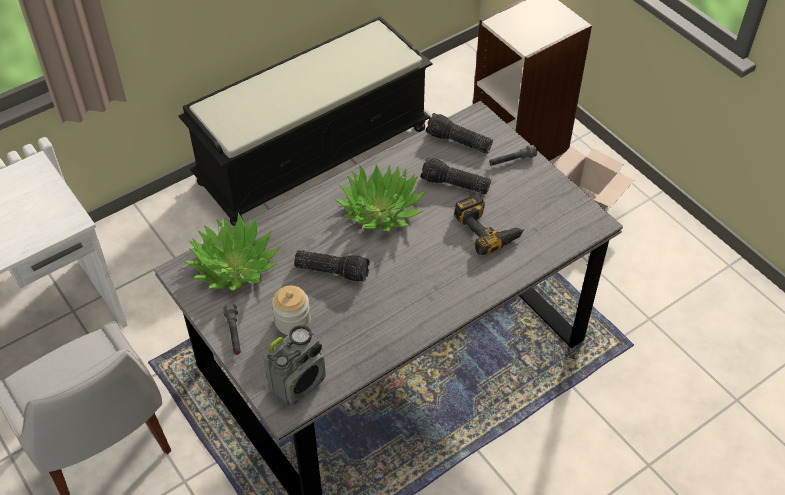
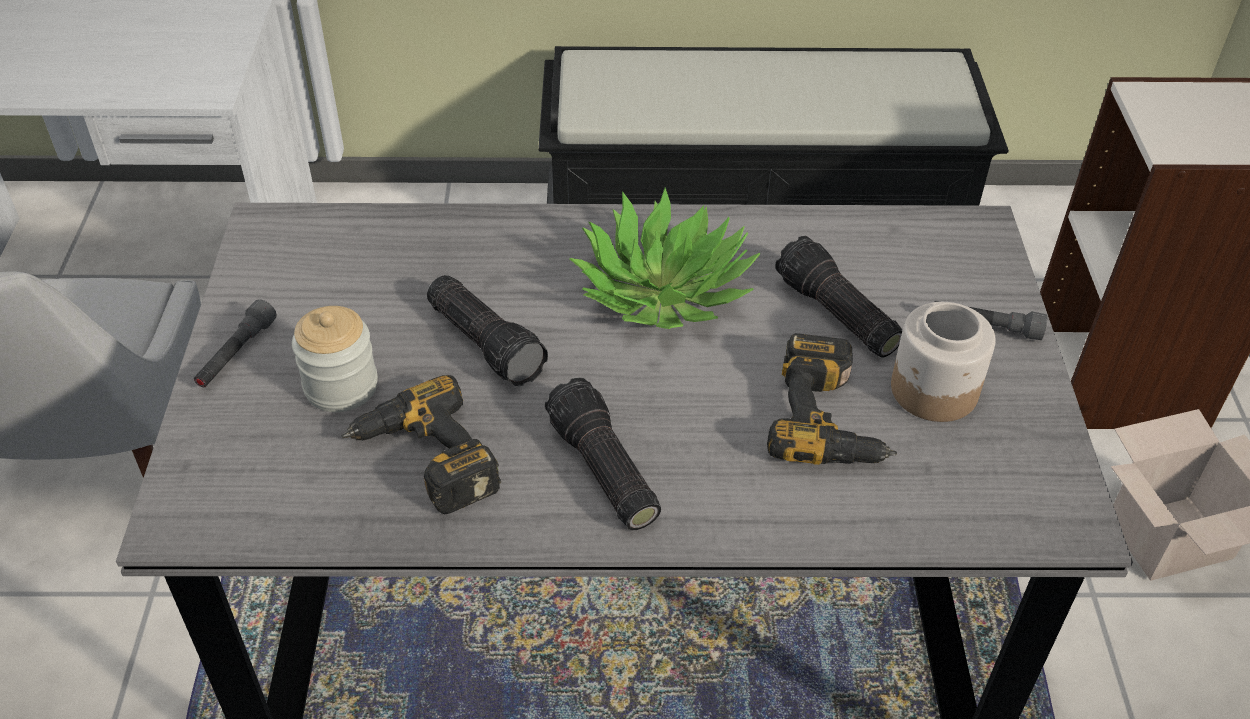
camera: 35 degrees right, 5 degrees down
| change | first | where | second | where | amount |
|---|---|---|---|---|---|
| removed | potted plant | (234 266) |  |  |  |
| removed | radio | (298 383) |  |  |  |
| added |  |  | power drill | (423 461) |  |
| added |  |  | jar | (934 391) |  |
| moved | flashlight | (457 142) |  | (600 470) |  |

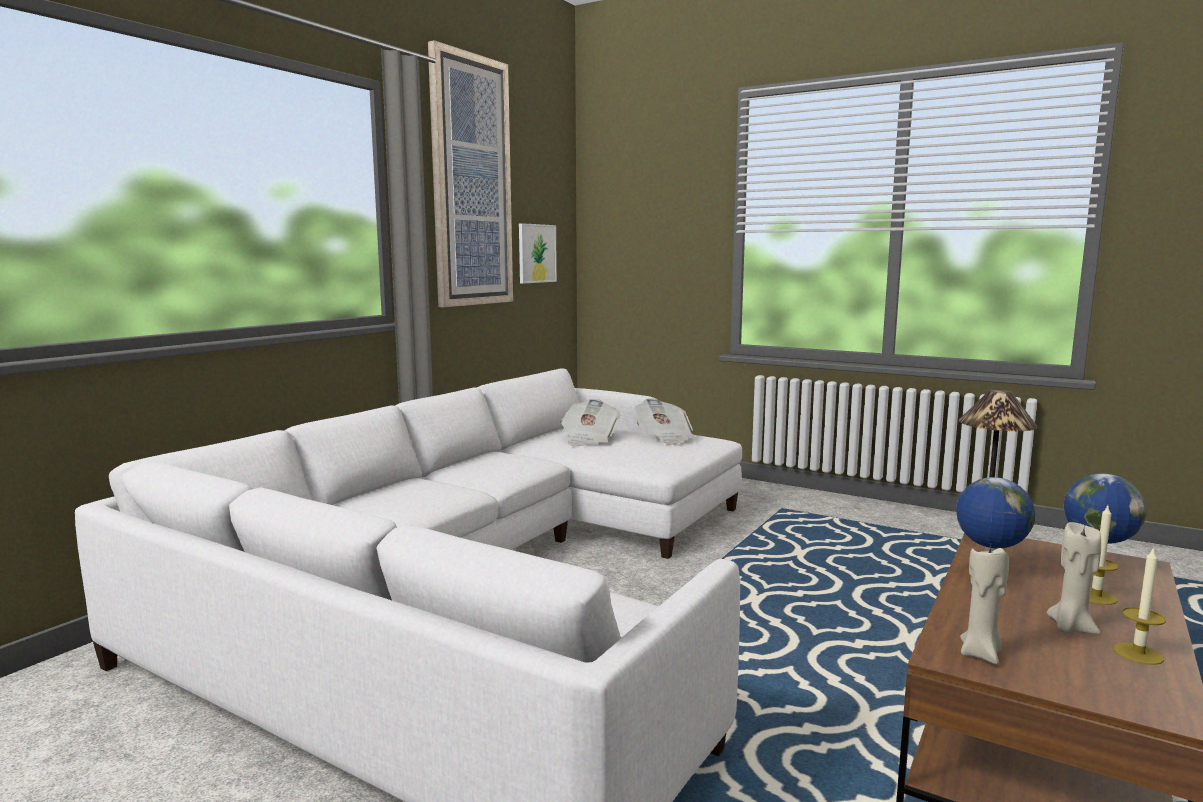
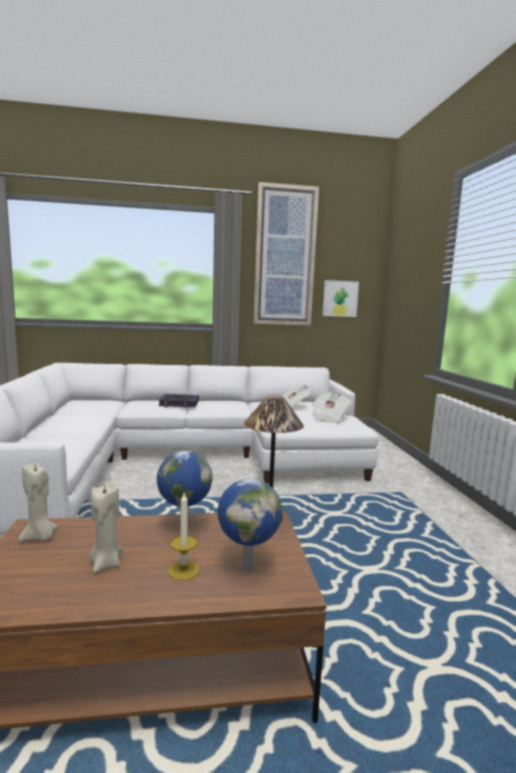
camera: 50 degrees right, 0 degrees up
| change | first | where | second | where | amount |
|---|---|---|---|---|---|
| removed | candle | (1138 653) |  |  |  |
| added |  |  | book | (179 404) |  |

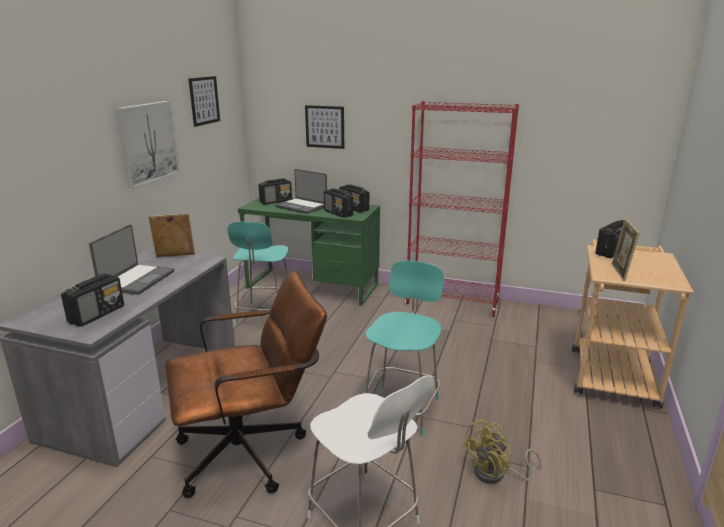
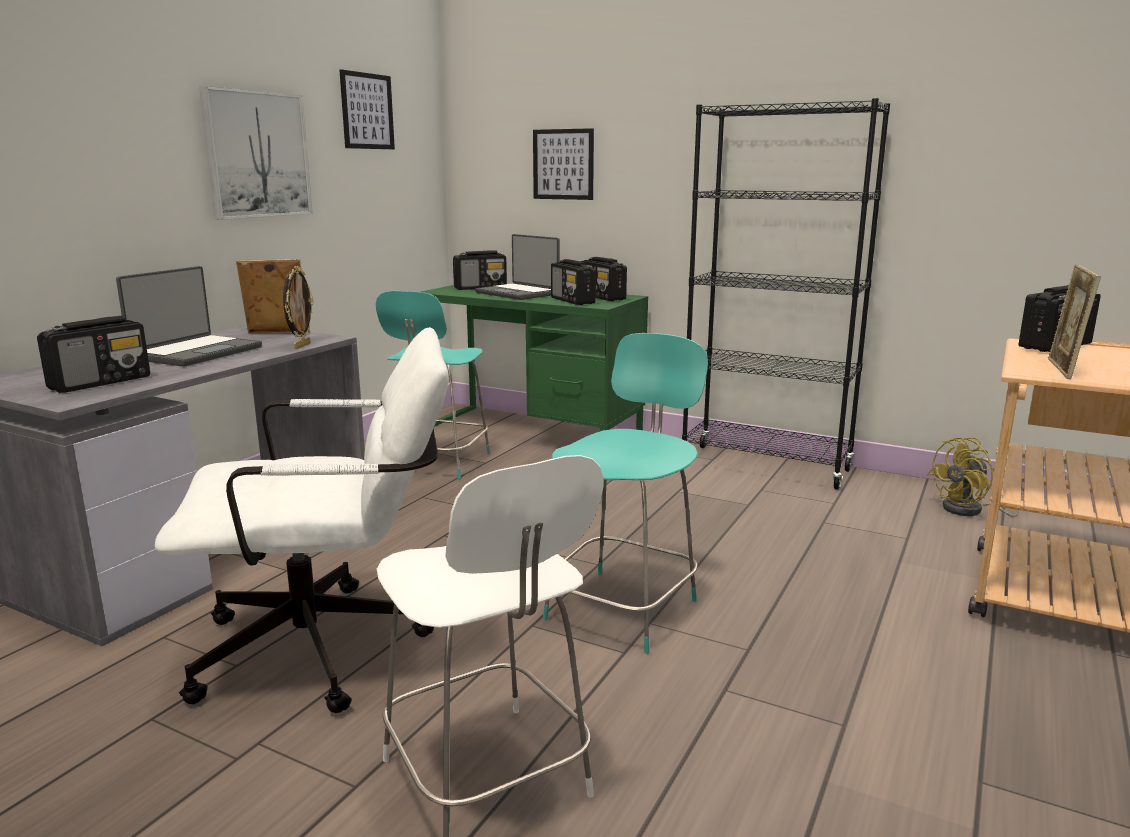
camera: 10 degrees right, 5 degrees down
| change | first | where | second | where | amount |
|---|---|---|---|---|---|
| added |  |  | picture frame | (301 346) |  |
| moved | yellow fan | (496 474) |  | (971 511) |  |
| recoloured | brown office chair | (252 451) | white office chair | (333 647) |  |
| recoloured | red bookcase | (452 303) | black bookcase | (765 467) |  |

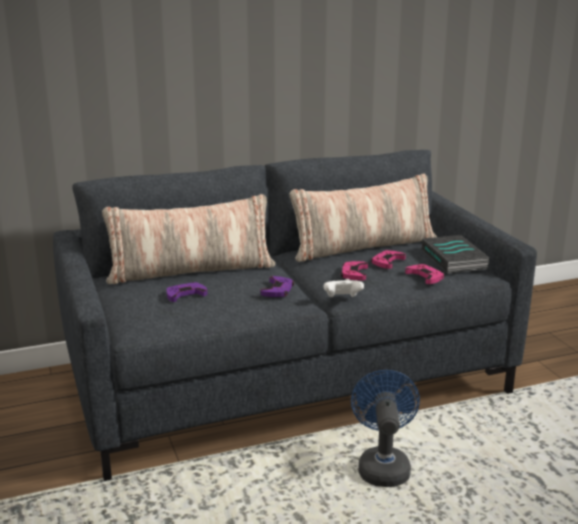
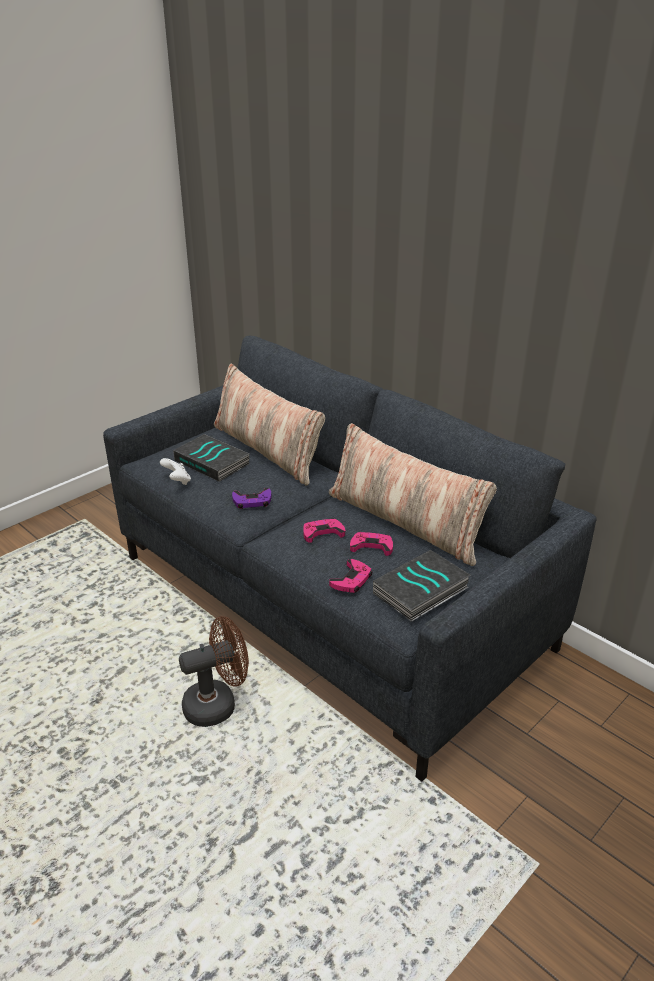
camera: 65 degrees right, 10 degrees up
| change | first | where | second | where | amount |
|---|---|---|---|---|---|
| moved | white game controller | (342 299) |  | (177 481) |  |
| replaced | purple game controller | (185 295) | book | (213 462) |  |
| recoloured | blue fan | (382 466) | brown fan | (218 704) |  |

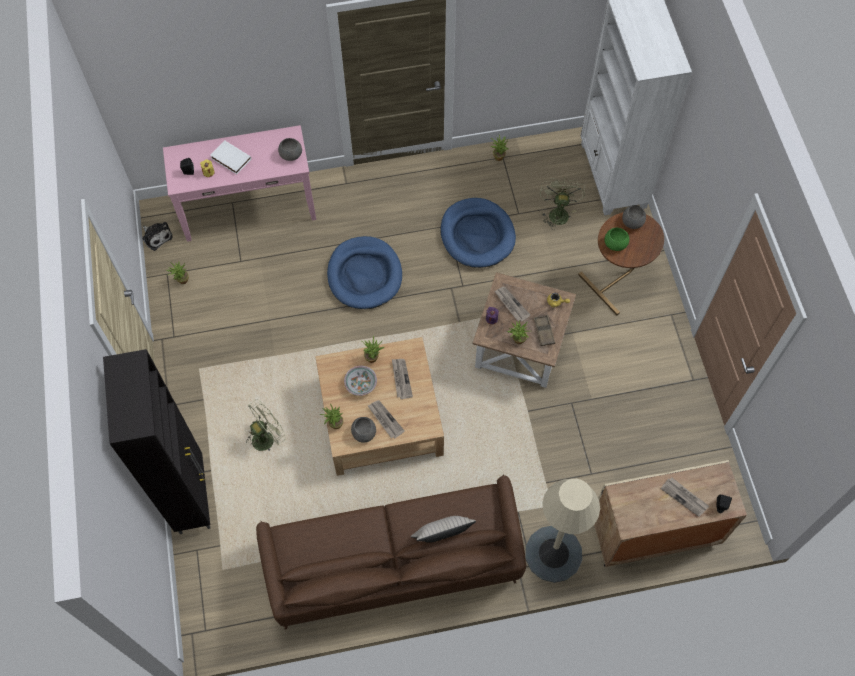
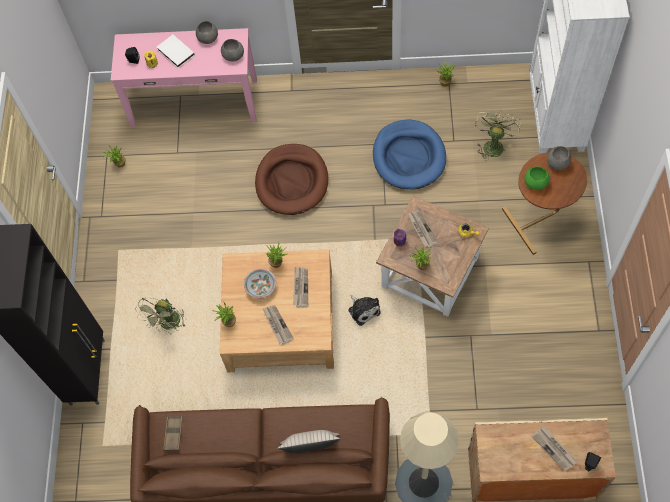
camera: 15 degrees right, 0 degrees up
| change | first | where | second | where | amount |
|---|---|---|---|---|---|
| moved | plush toy | (156 236) |  | (363 309) |  |
| moved | grey bowl | (364 433) |  | (208 38) |  |
| moved | brown tray | (544 331) |  | (173 434) |  |
| recoloured | blue dog bed | (364 275) | brown dog bed | (292 181) |  |
| turned | green fan | (266 437) |  | (168 325) | 135 degrees clockwise |

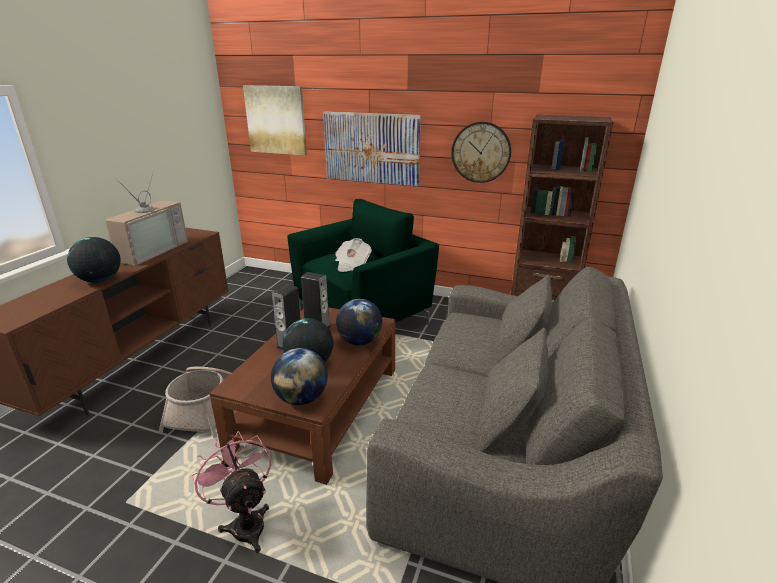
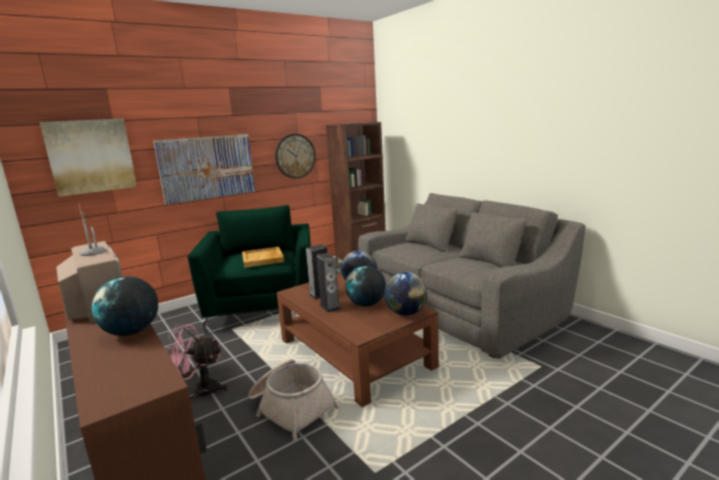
camera: 55 degrees left, 10 degrees down
| change | first | where | second | where | amount |
|---|---|---|---|---|---|
| moved | pink fan | (245 522) |  | (200 390) |  |
| replaced | newspaper | (352 265) | beige tray | (263 259) |  |

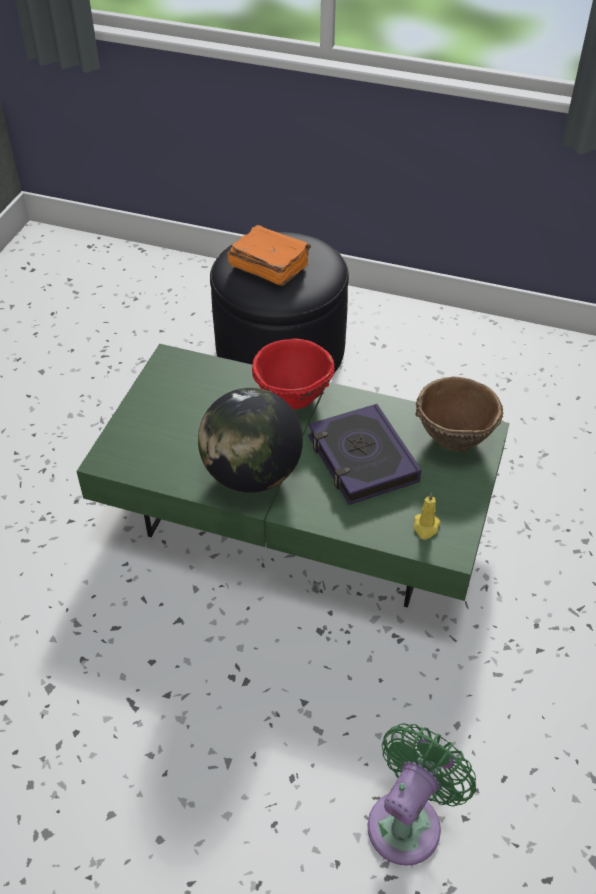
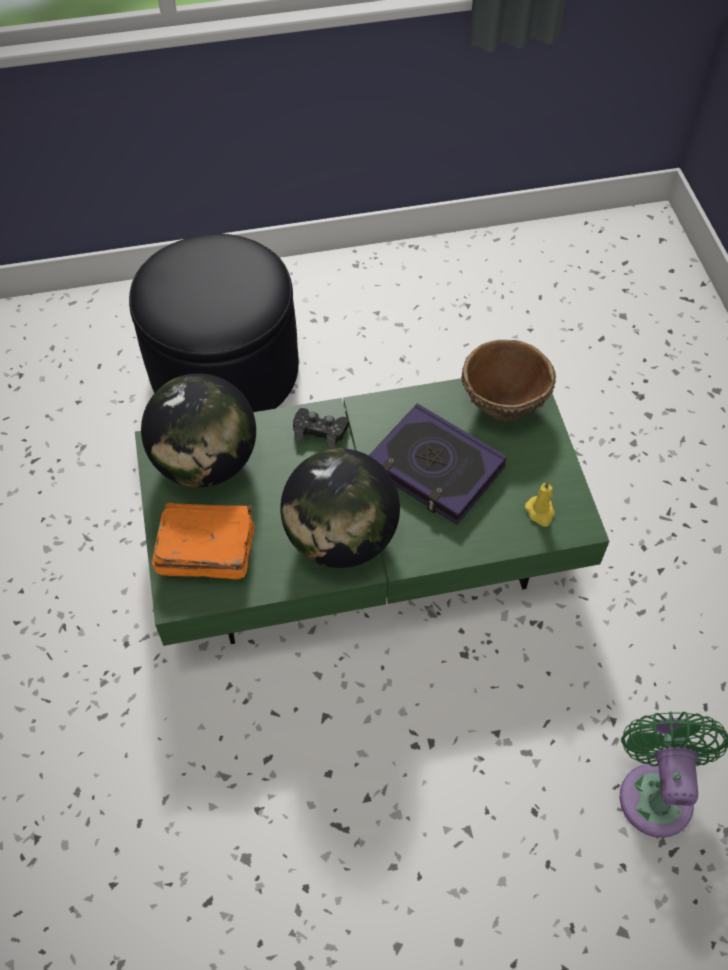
camera: 30 degrees left, 10 degrees up
| change | first | where | second | where | amount |
|---|---|---|---|---|---|
| added |  |  | globe | (206 462) |  |
| moved | orange book | (268 266) |  | (205 550) |  |
| replaced | red bowl | (292 396) | black game controller | (320 431) |  |

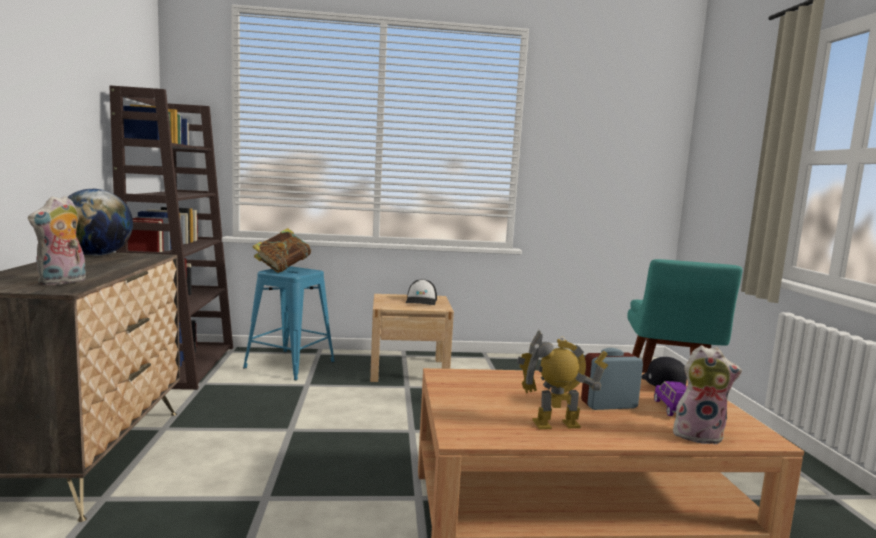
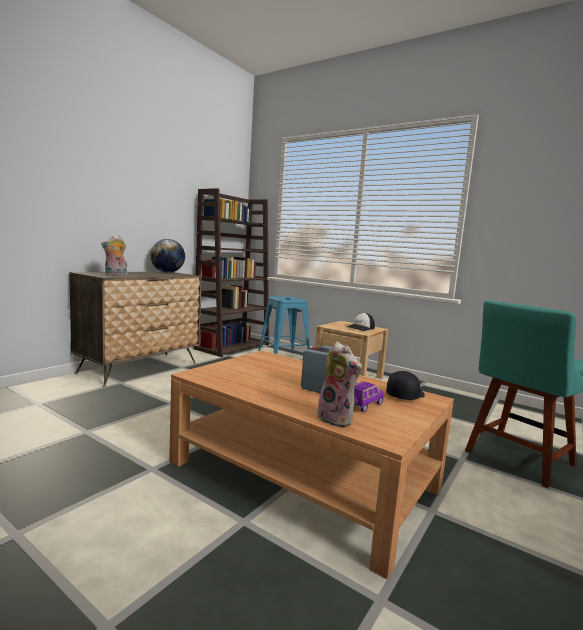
camera: 40 degrees right, 0 degrees up
| change | first | where | second | where | amount |
|---|---|---|---|---|---|
| removed | book | (282 269) |  |  |  |
| removed | toy robot | (556 424) |  |  |  |

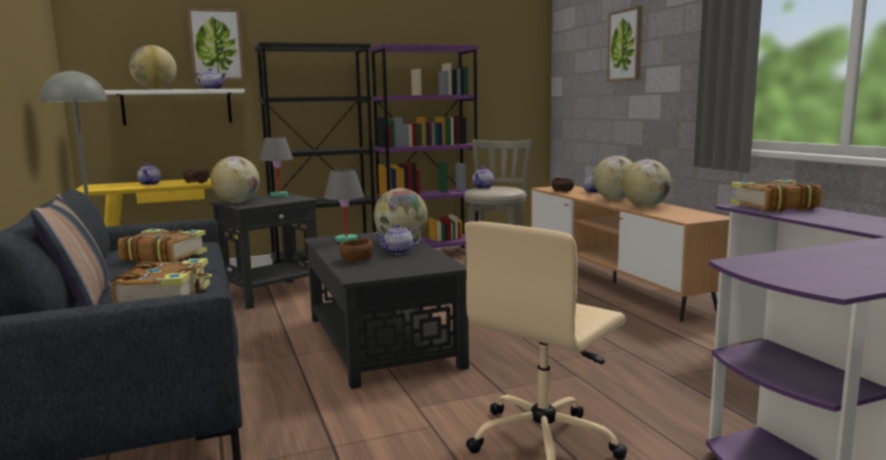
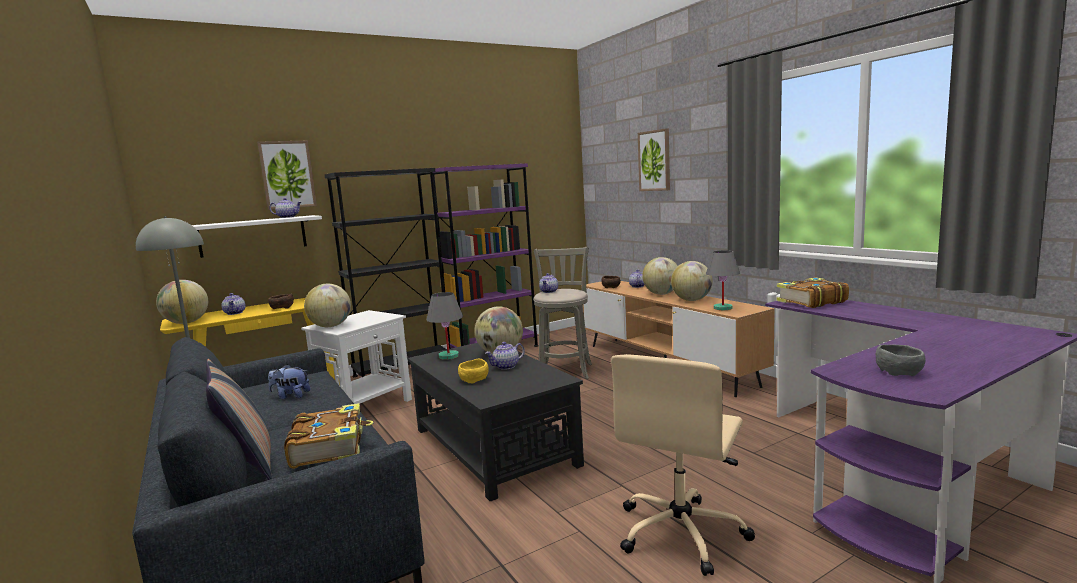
camera: 10 degrees left, 0 degrees up
| change | first | where | second | where | amount |
|---|---|---|---|---|---|
| added |  |  | grey bowl | (899 371) |  |
| moved | globe | (155 89) |  | (186 323) |  |
| moved | grey table lamp | (278 195) |  | (722 308) |  |
| replaced | book | (164 256) | plush toy | (291 396) |  |
| recoloured | black side table | (272 293) | white side table | (366 406) |  |
| recoloured | brown bowl | (356 260) | yellow bowl | (473 380) |  |

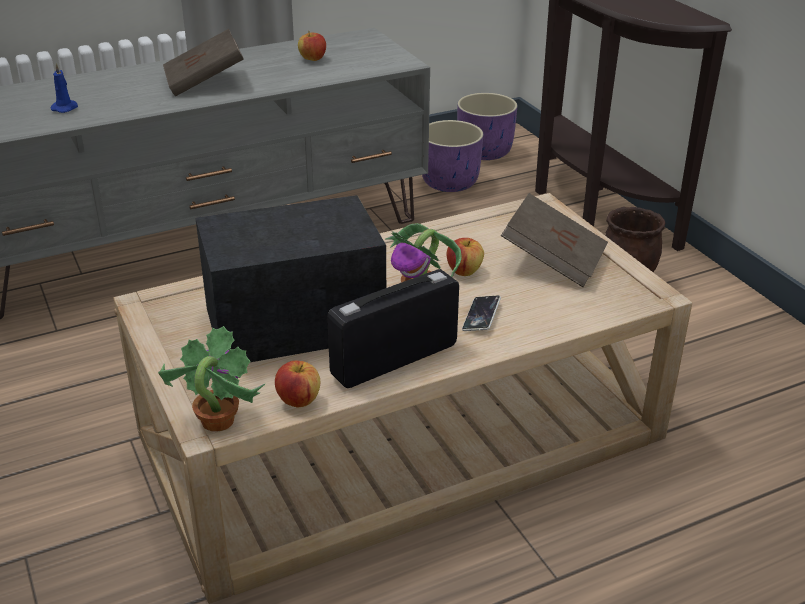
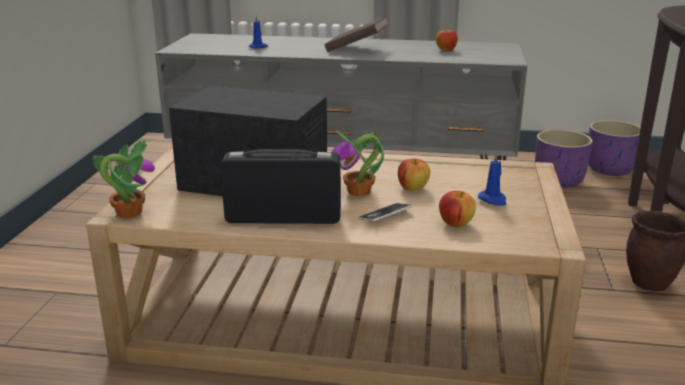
camera: 35 degrees right, 10 degrees down
| change | first | where | second | where | amount |
|---|---|---|---|---|---|
| moved | apple | (298 400) |  | (456 224) |  |
| replaced | brown book | (553 260) | blue candle | (493 200) |  |

